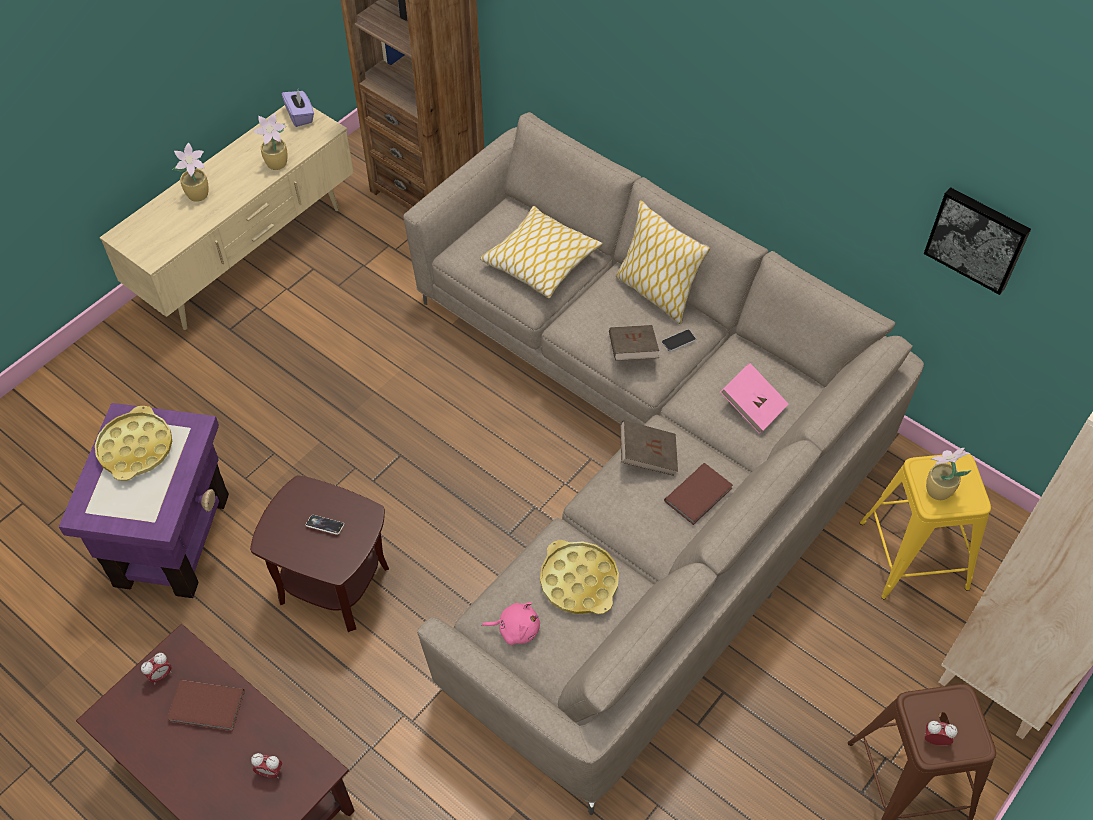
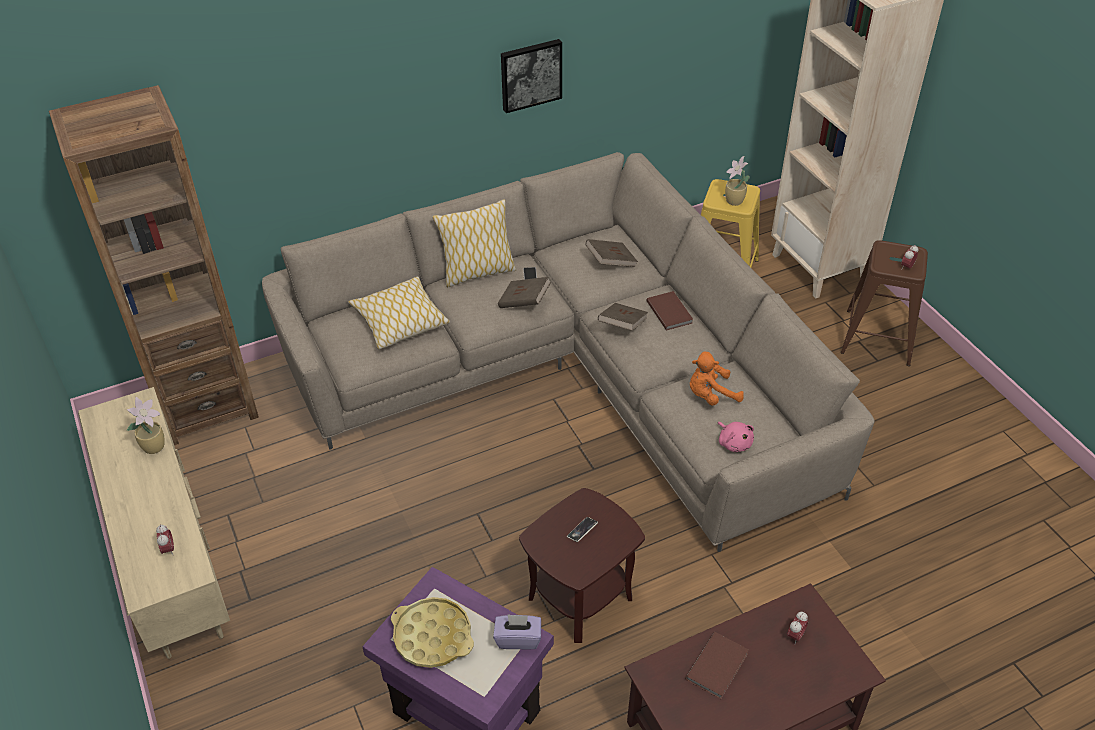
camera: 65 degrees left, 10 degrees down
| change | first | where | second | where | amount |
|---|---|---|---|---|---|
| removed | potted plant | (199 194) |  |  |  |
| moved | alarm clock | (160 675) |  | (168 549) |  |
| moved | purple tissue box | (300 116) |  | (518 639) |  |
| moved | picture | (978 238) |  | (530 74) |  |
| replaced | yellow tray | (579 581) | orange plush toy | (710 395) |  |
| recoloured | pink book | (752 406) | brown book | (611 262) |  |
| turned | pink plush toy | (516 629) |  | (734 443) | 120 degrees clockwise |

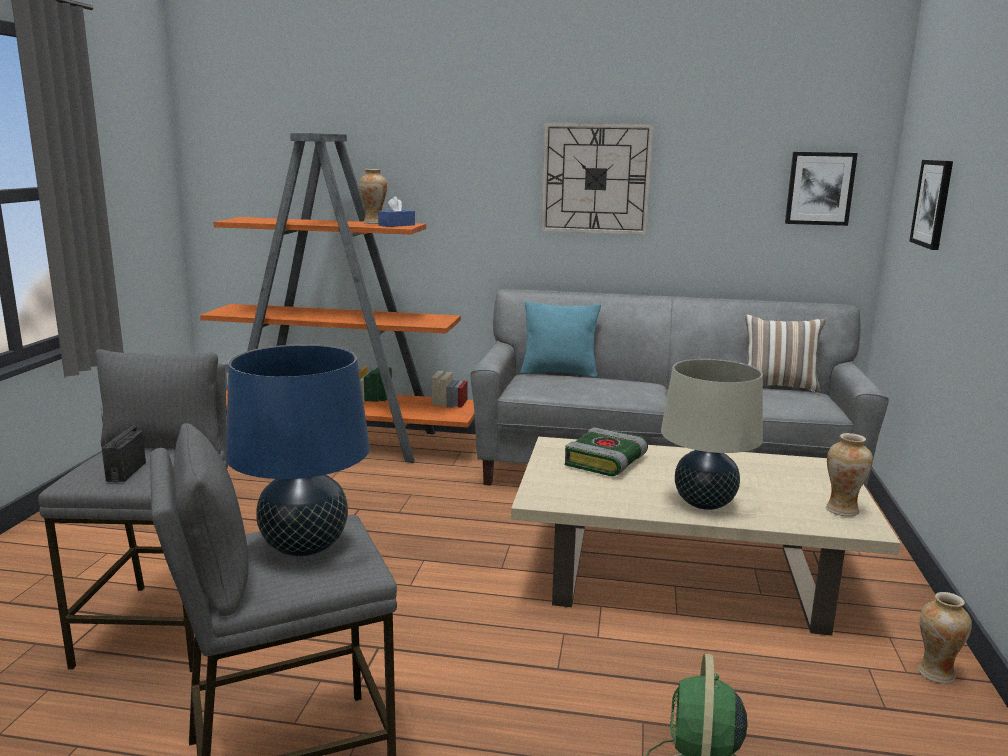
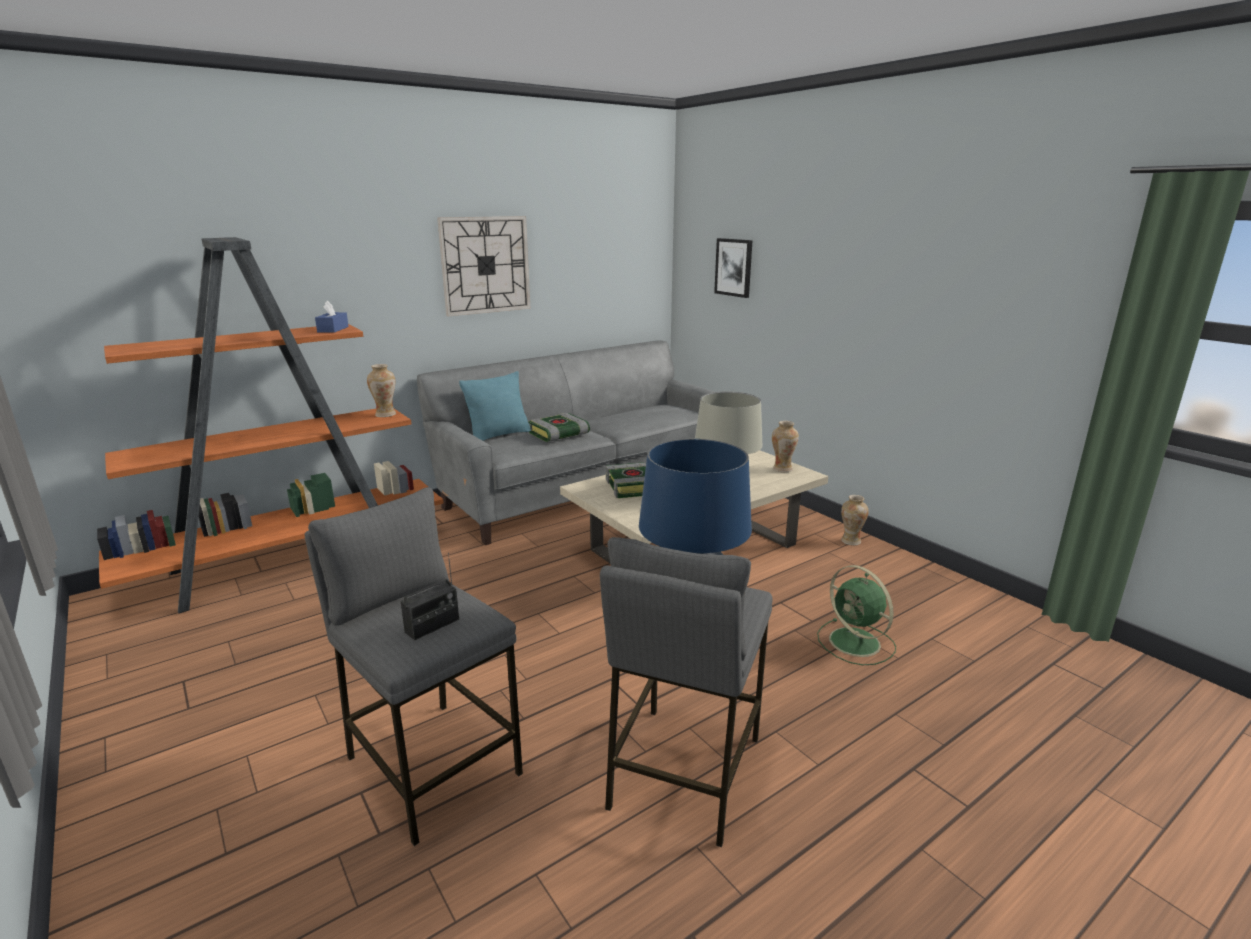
camera: 45 degrees left, 5 degrees up
| change | first | where | second | where | amount |
|---|---|---|---|---|---|
| removed | pillow | (778 386) |  |  |  |
| removed | picture | (820 188) |  |  |  |
| added |  |  | book | (558 435) |  |
| moved | vase | (374 223) |  | (385 414) |  |
| turned | radio | (126 471) |  | (432 626) | 90 degrees counterclockwise |

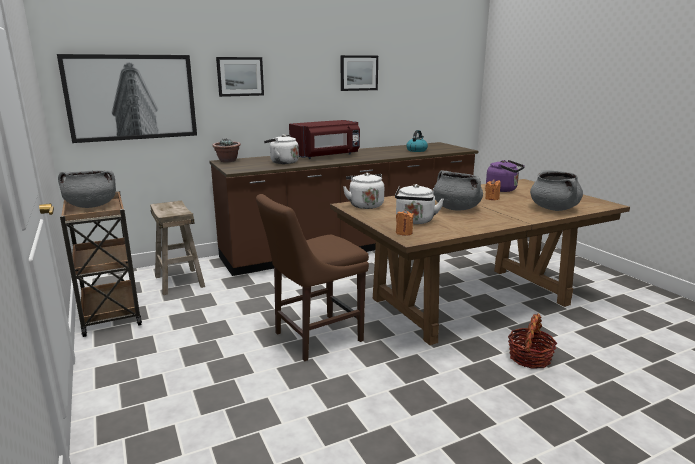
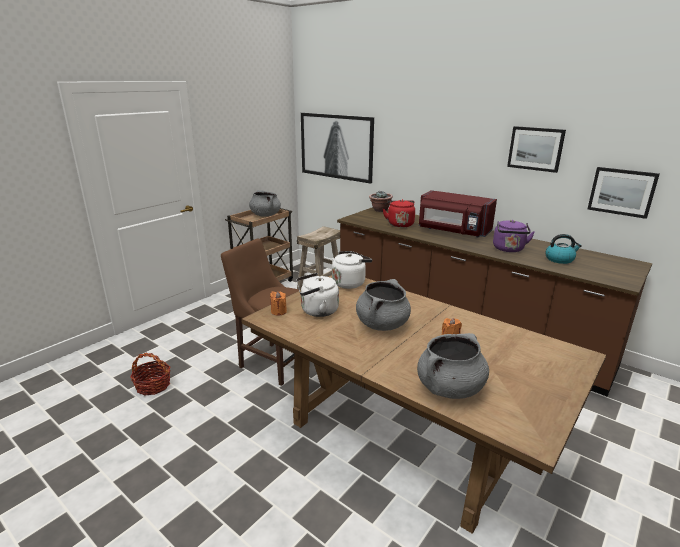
camera: 65 degrees right, 5 degrees up
| change | first | where | second | where | amount |
|---|---|---|---|---|---|
| moved | picture | (240 76) |  | (622 192) |  |
| moved | purple kettle | (503 190) |  | (509 249) |  |
| moved | basket | (529 358) |  | (153 386) |  |
| recoloured | white kettle | (282 162) | red kettle | (400 224) |  |

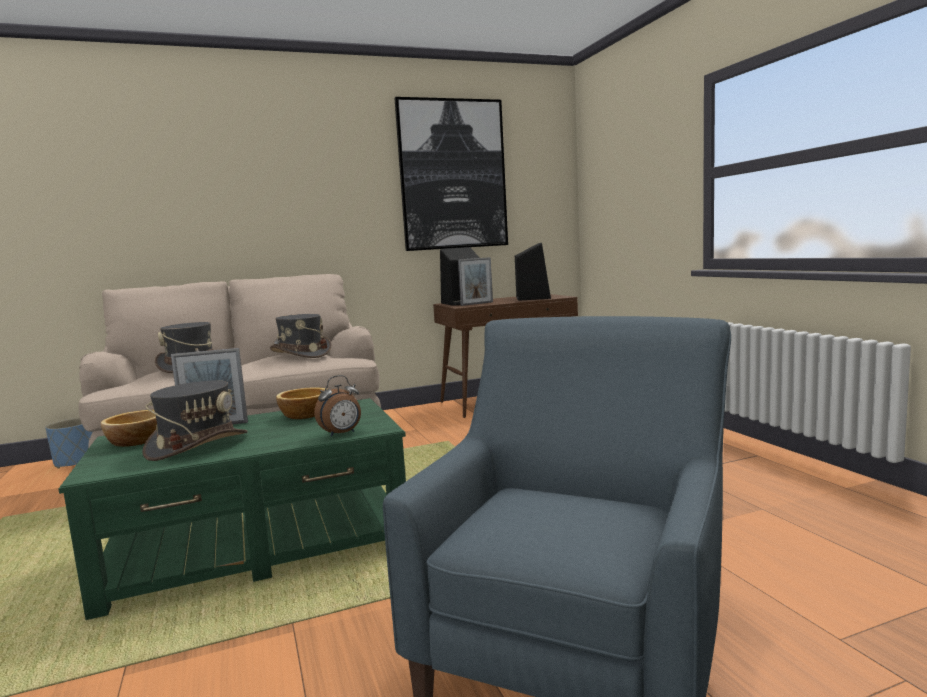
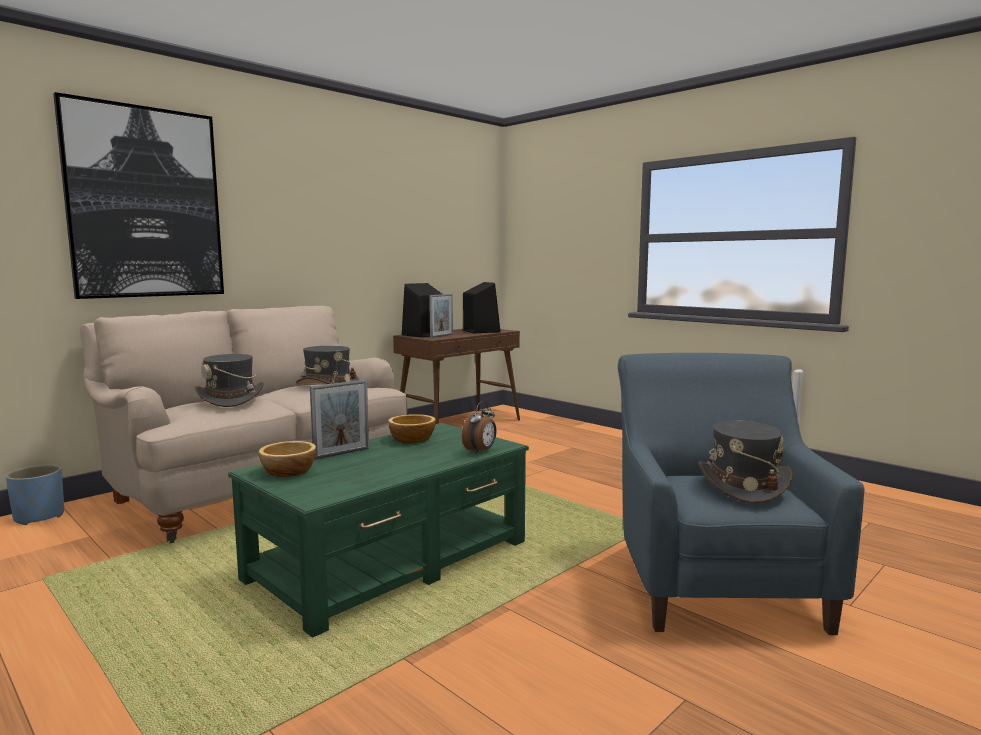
camera: 25 degrees left, 0 degrees up
| change | first | where | second | where | amount |
|---|---|---|---|---|---|
| moved | grey hat | (197 445) |  | (742 485) |  |
| moved | picture | (452 175) |  | (145 203) |  |

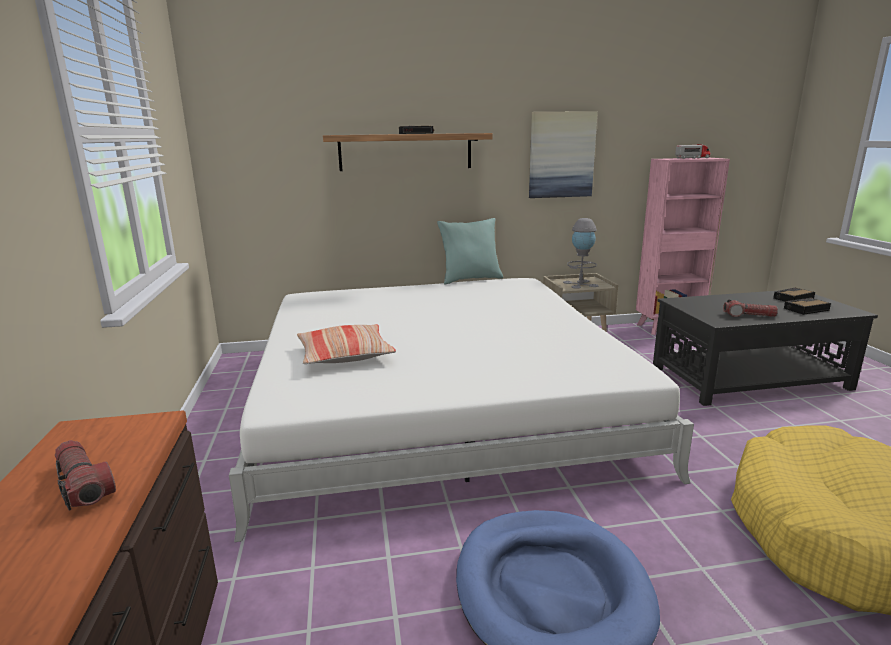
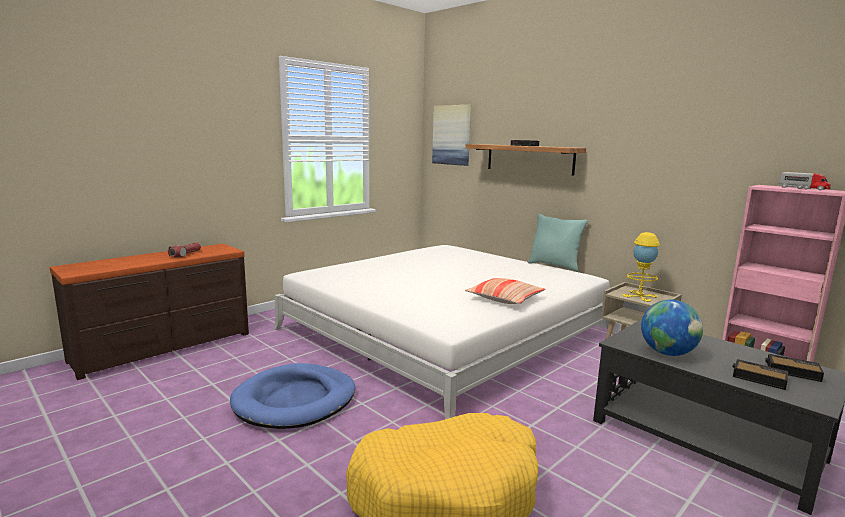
camera: 55 degrees right, 5 degrees down
| change | first | where | second | where | amount |
|---|---|---|---|---|---|
| moved | pillow | (345 355) |  | (505 298) |  |
| moved | picture | (561 155) |  | (452 135) |  |
| replaced | flashlight | (748 315) | globe | (667 353) |  |
| recoloured | grey table lamp | (580 284) | yellow table lamp | (639 296) |  |

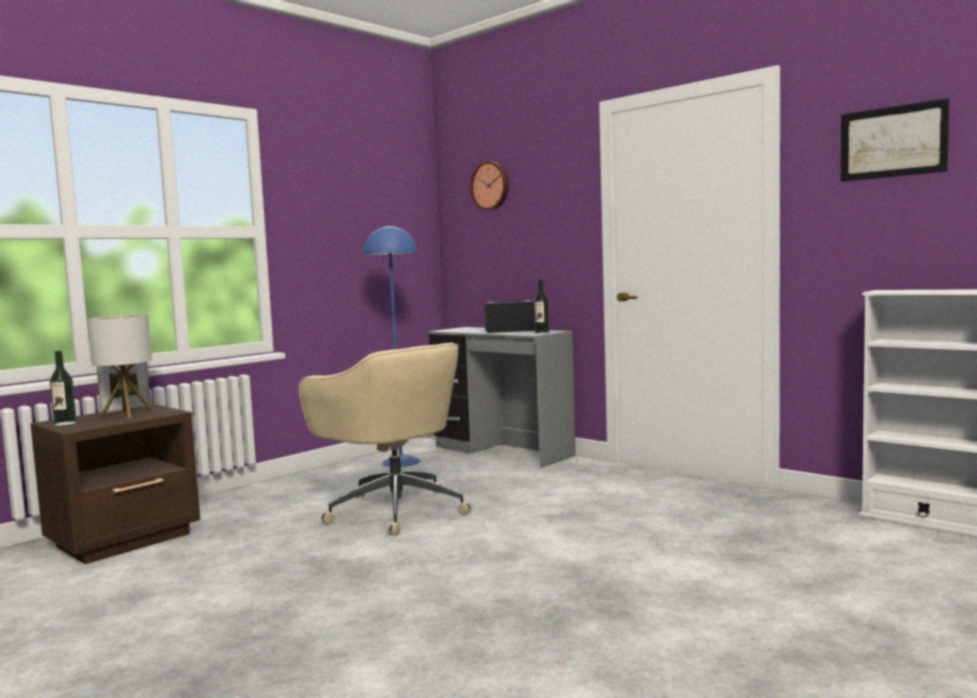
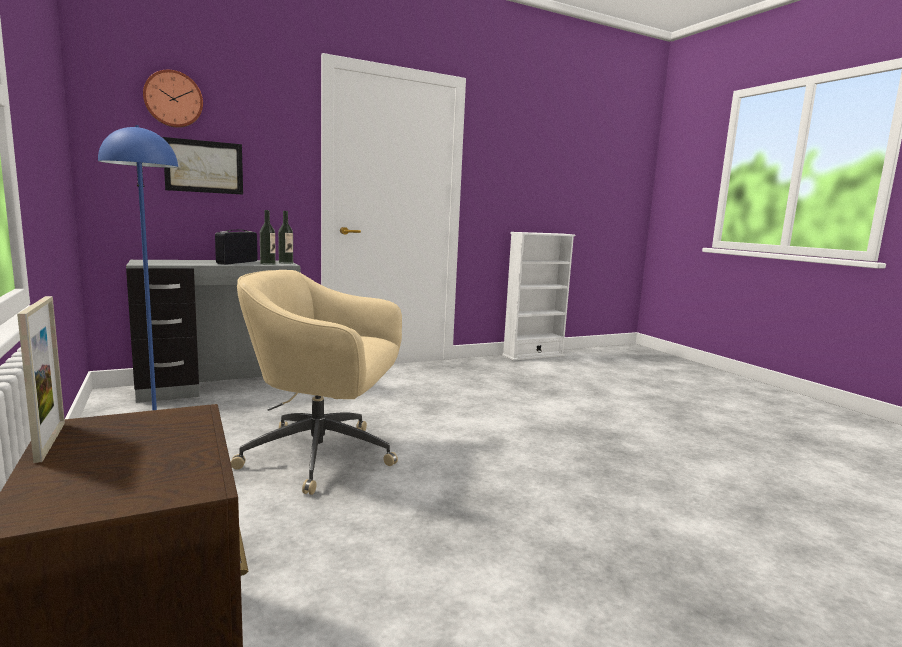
camera: 70 degrees left, 5 degrees up
| change | first | where | second | where | amount |
|---|---|---|---|---|---|
| removed | table lamp | (126 415) |  |  |  |
| moved | bottle | (65 423) |  | (268 264) |  |
| moved | picture | (892 142) |  | (204 166) |  |
| turned | beige office chair | (394 510) |  | (323 456) | 150 degrees counterclockwise |

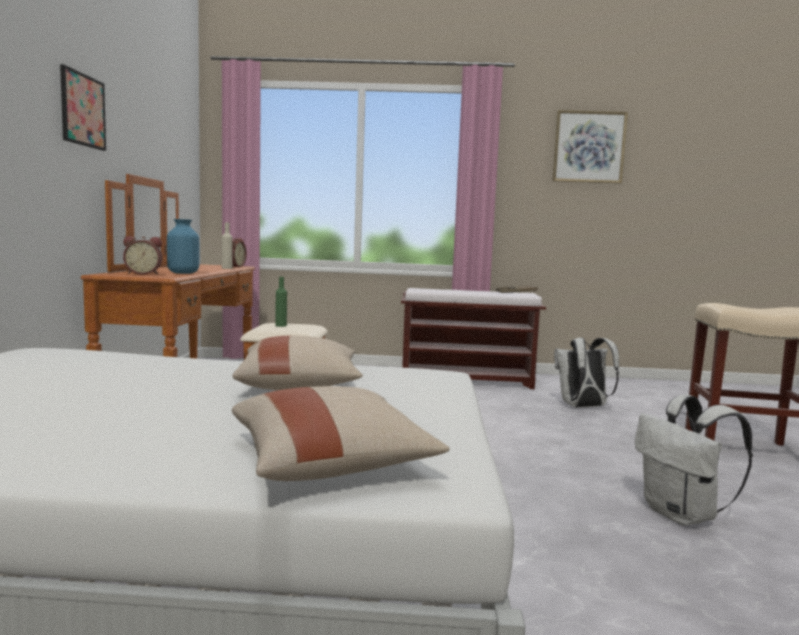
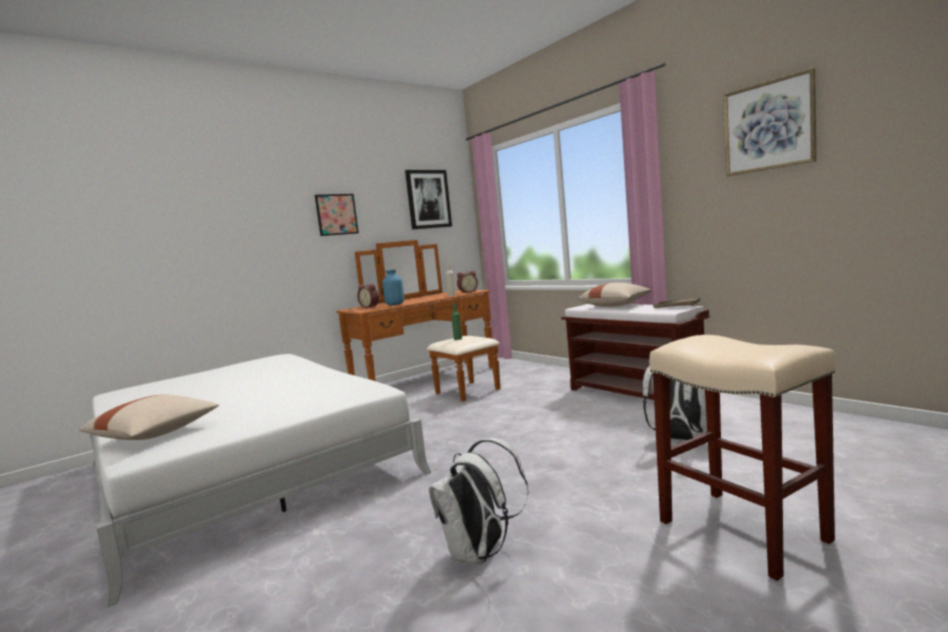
camera: 50 degrees right, 0 degrees up
| change | first | where | second | where | amount |
|---|---|---|---|---|---|
| added |  |  | picture | (428 199) |  |
| moved | beige pillow | (299 386) |  | (616 305) |  |

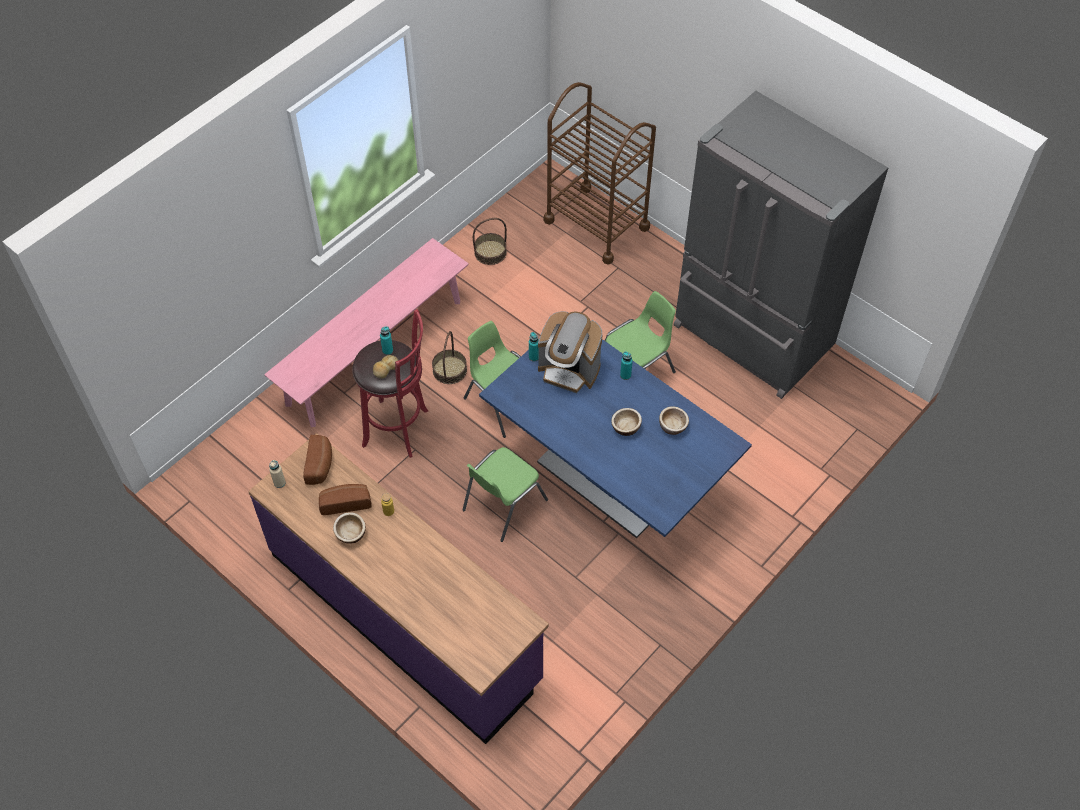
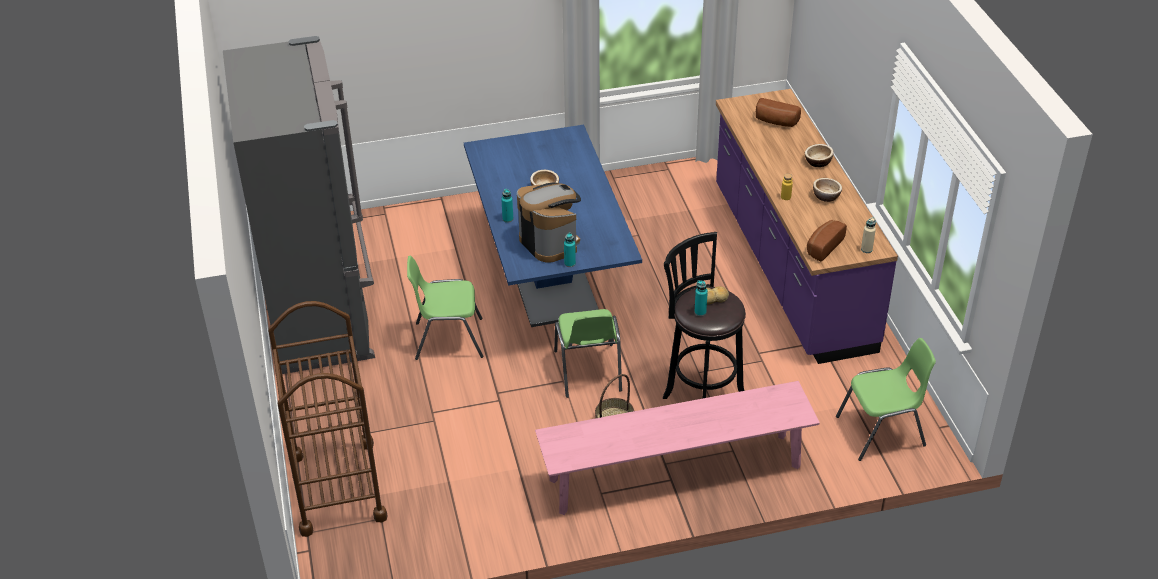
camera: 145 degrees left, 15 degrees down
| change | first | where | second | where | amount |
|---|---|---|---|---|---|
| removed | basket | (490 252) |  |  |  |
| moved | bread | (345 502) |  | (775 122) |  |
| moved | green chair | (503 505) |  | (882 432) |  |
| moved | bowl | (672 426) |  | (818 162) |  |
| recoloured | red stool | (399 429) | black stool | (701 394) |  |

